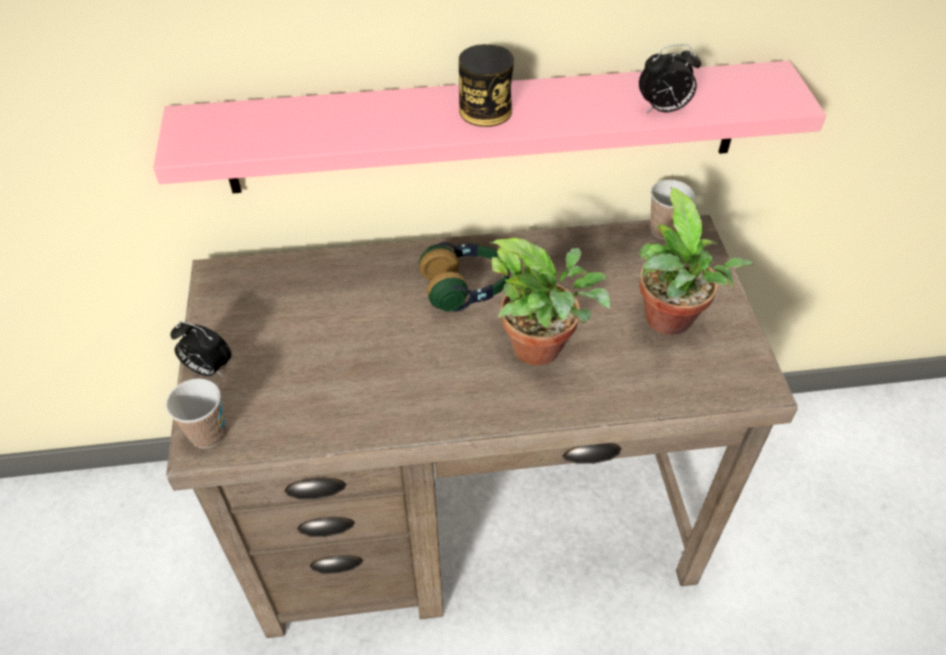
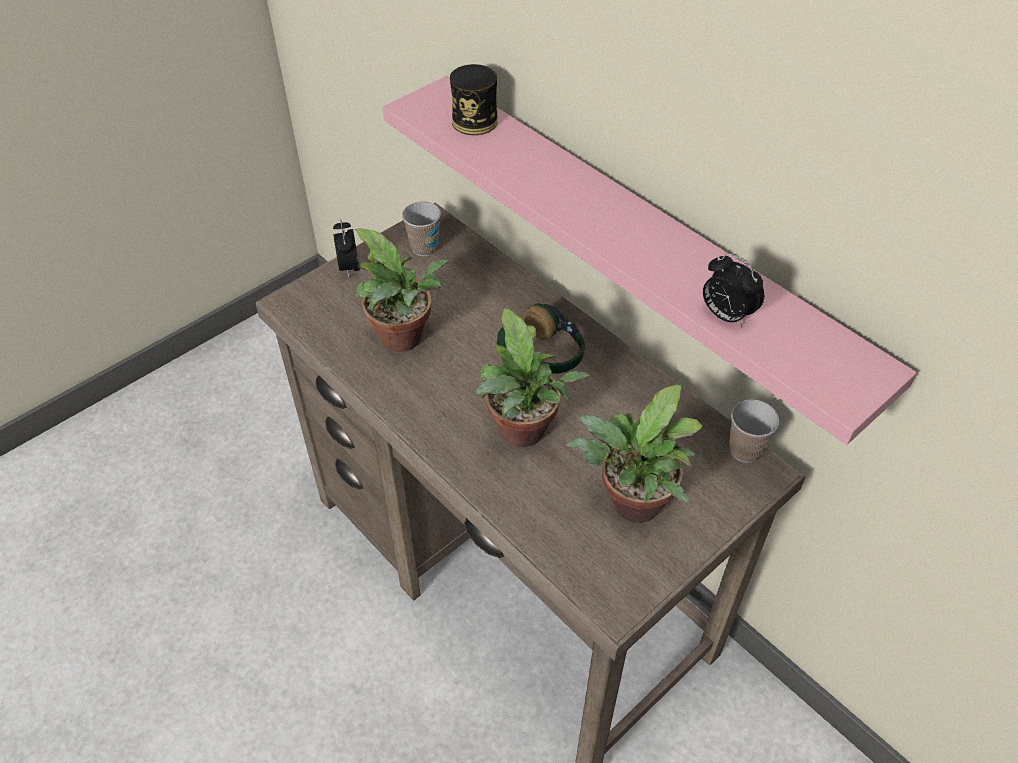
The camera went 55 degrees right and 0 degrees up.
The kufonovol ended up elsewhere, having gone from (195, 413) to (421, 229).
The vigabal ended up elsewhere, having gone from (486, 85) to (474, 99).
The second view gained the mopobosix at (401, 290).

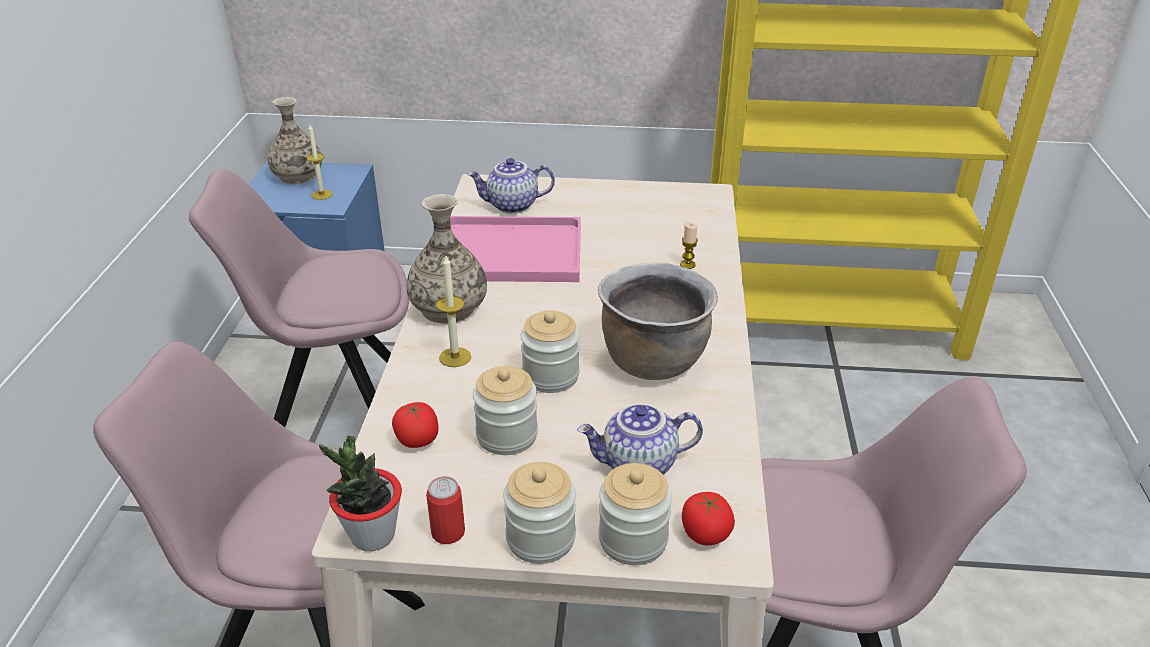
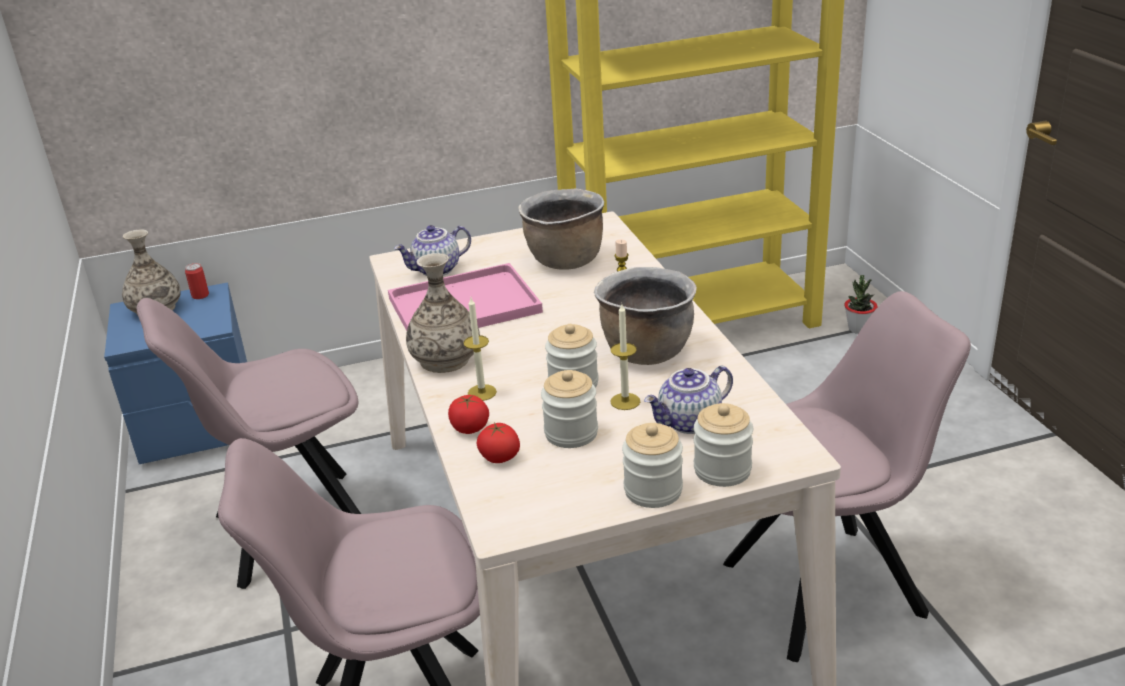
The camera went 20 degrees left and 5 degrees down.
The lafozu ended up elsewhere, having gone from (319, 162) to (625, 357).
The mopobosix ended up elsewhere, having gone from (360, 493) to (861, 304).
The vigabal ended up elsewhere, having gone from (445, 510) to (197, 281).
The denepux ended up elsewhere, having gone from (708, 518) to (468, 414).
The second view gained the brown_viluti at (561, 229).

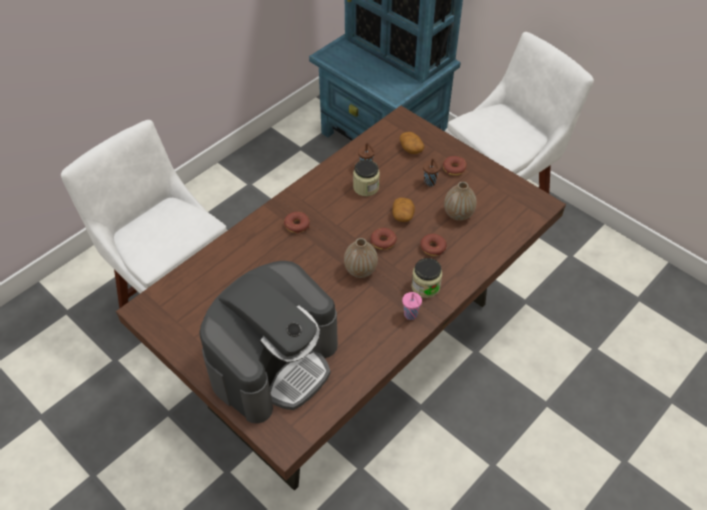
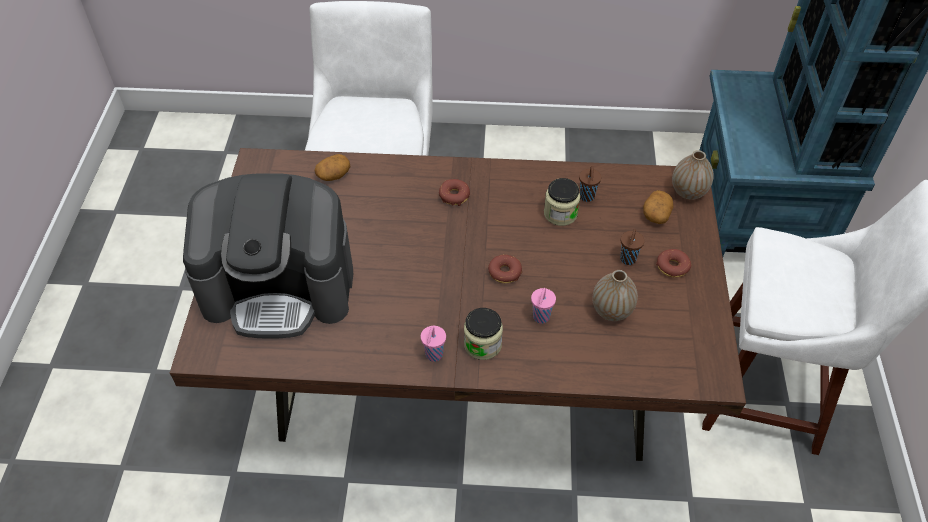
The camera went 50 degrees right and 0 degrees up.
The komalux ended up elsewhere, having gone from (361, 258) to (693, 175).
The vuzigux ended up elsewhere, having gone from (403, 210) to (332, 167).
Where the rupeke stood at (433, 245), the pink_kufonovol came to stand at (543, 306).

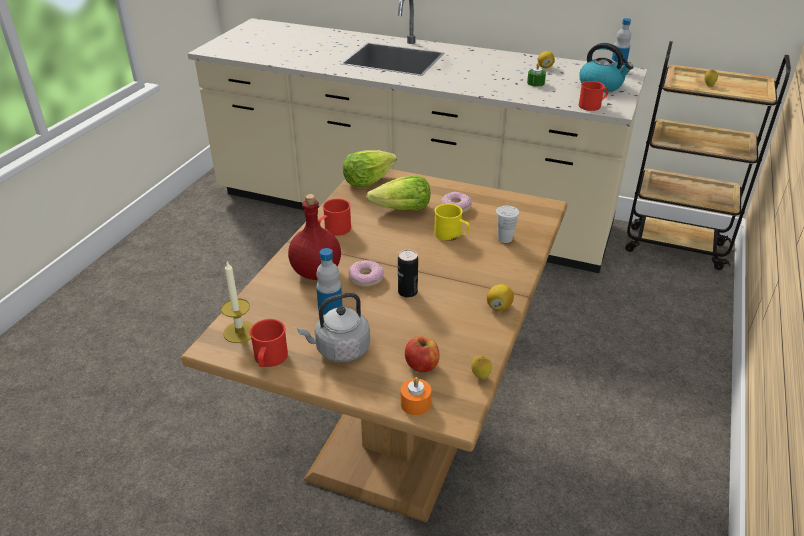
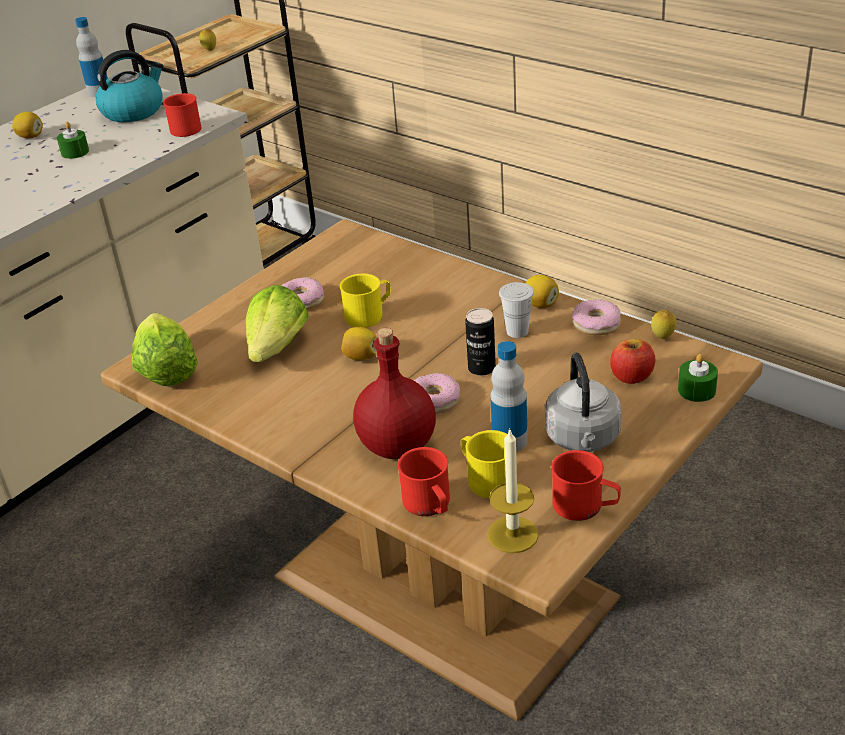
The camera went 70 degrees left and 0 degrees up.
The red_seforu ended up elsewhere, having gone from (334, 217) to (424, 481).
What was the orange_lafozu at (416, 396) turned into the green_lafozu at (698, 378).
The white_kufonovol ended up elsewhere, having gone from (508, 224) to (516, 310).
The second view gained the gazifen at (359, 343).
The second view gained the yellow_seforu at (484, 464).
The second view gained the rupeke at (596, 317).

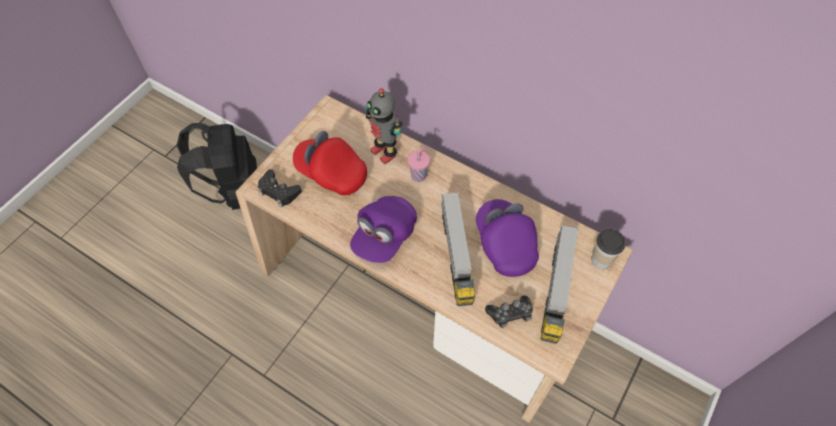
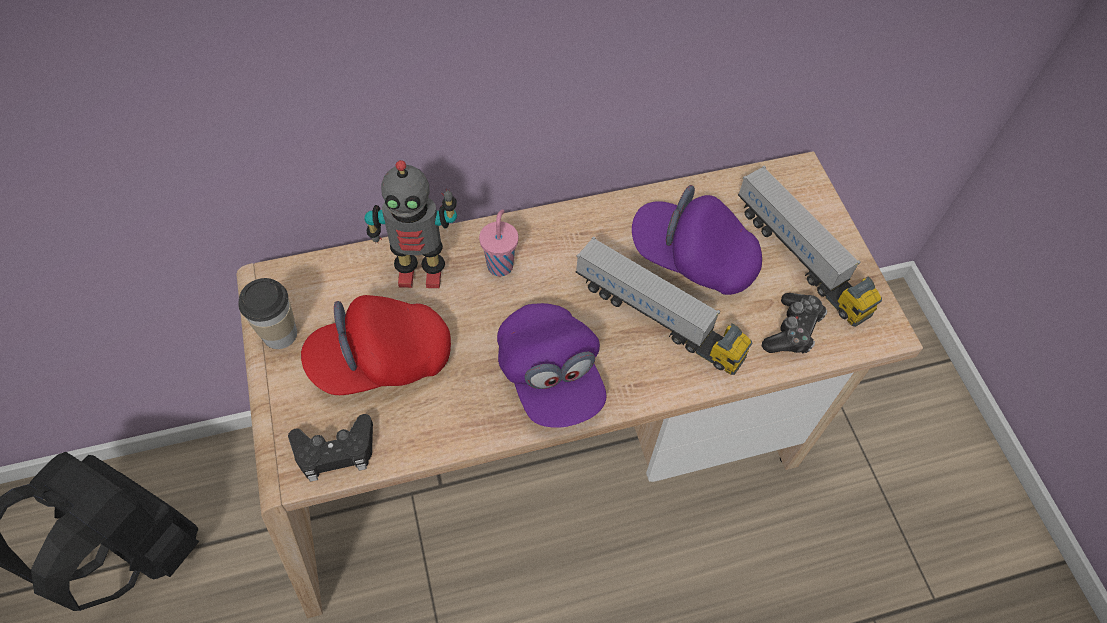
The camera went 50 degrees left and 0 degrees up.
The kufonovol ended up elsewhere, having gone from (608, 249) to (267, 313).

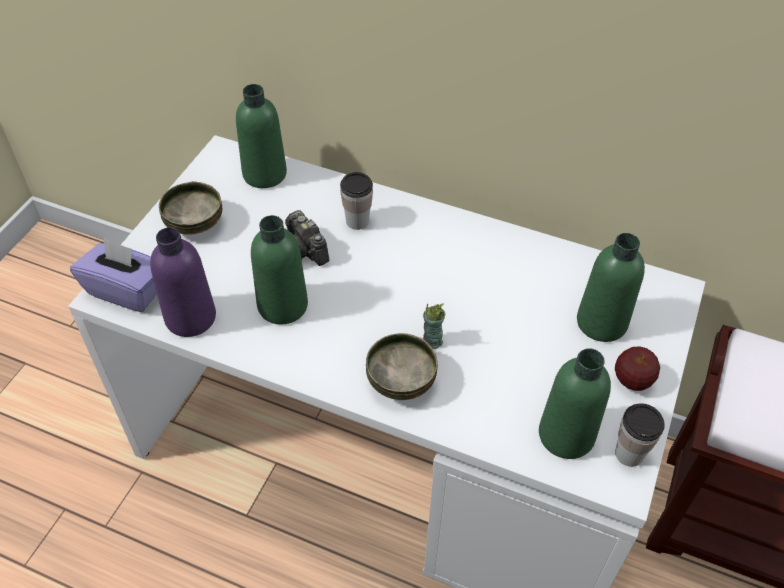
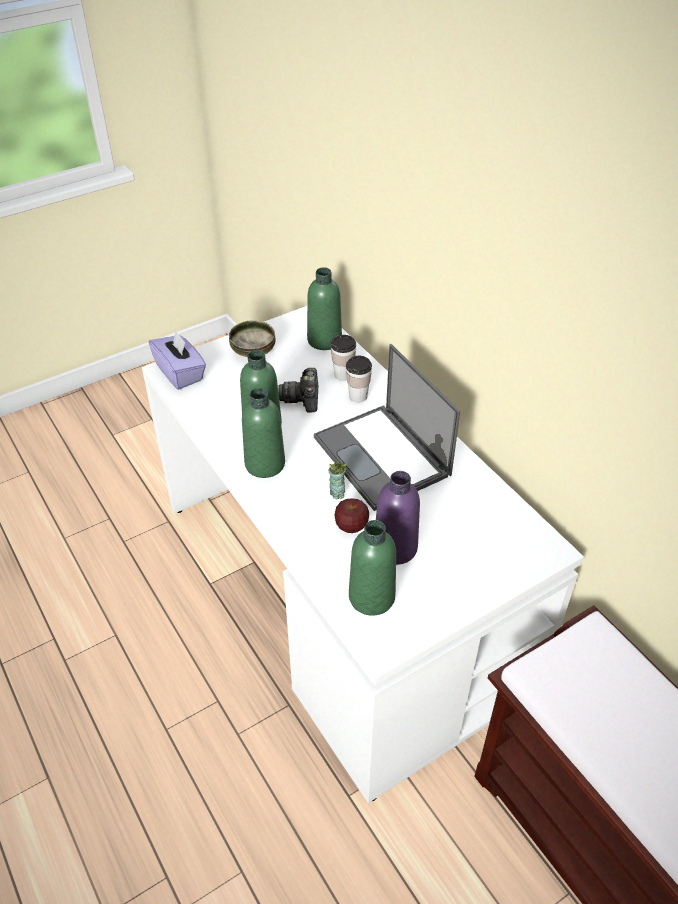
The camera went 35 degrees right and 5 degrees down.
The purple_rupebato ended up elsewhere, having gone from (183, 282) to (398, 518).
The second view lost the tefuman at (402, 366).
The green_rupebato ended up elsewhere, having gone from (611, 287) to (263, 433).
The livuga ended up elsewhere, having gone from (637, 368) to (351, 515).
The kufonovol ended up elsewhere, having gone from (640, 435) to (343, 358).
The second view gained the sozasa at (387, 427).

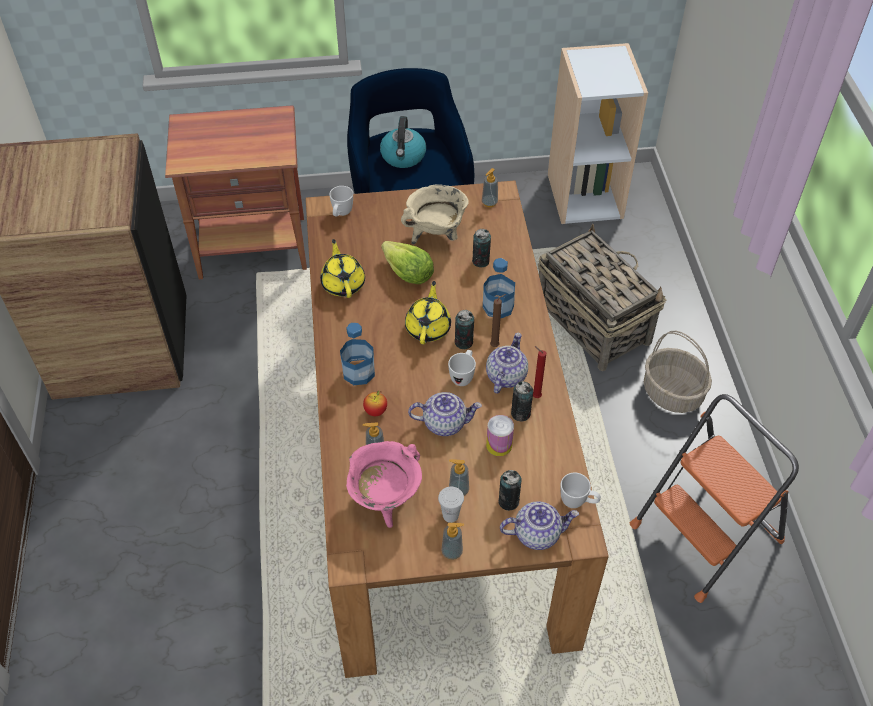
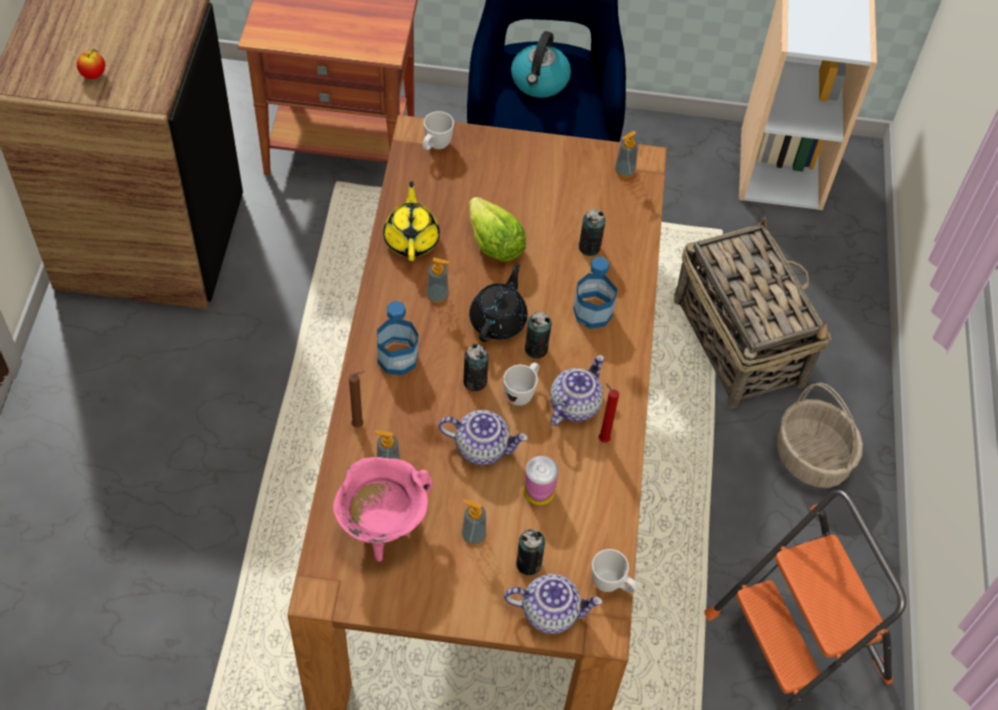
The camera went 10 degrees right and 5 degrees up.
The livuga ended up elsewhere, having gone from (375, 403) to (91, 64).
The second view lost the beige_viluti at (435, 215).
What was the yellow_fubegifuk at (428, 313) turned into the black_fubegifuk at (498, 303).
The second view lost the white_kufonovol at (451, 505).
The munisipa ended up elsewhere, having gone from (452, 541) to (438, 280).
The brown_lafozu ended up elsewhere, having gone from (498, 320) to (357, 399).
The vigabal ended up elsewhere, having gone from (522, 401) to (476, 367).

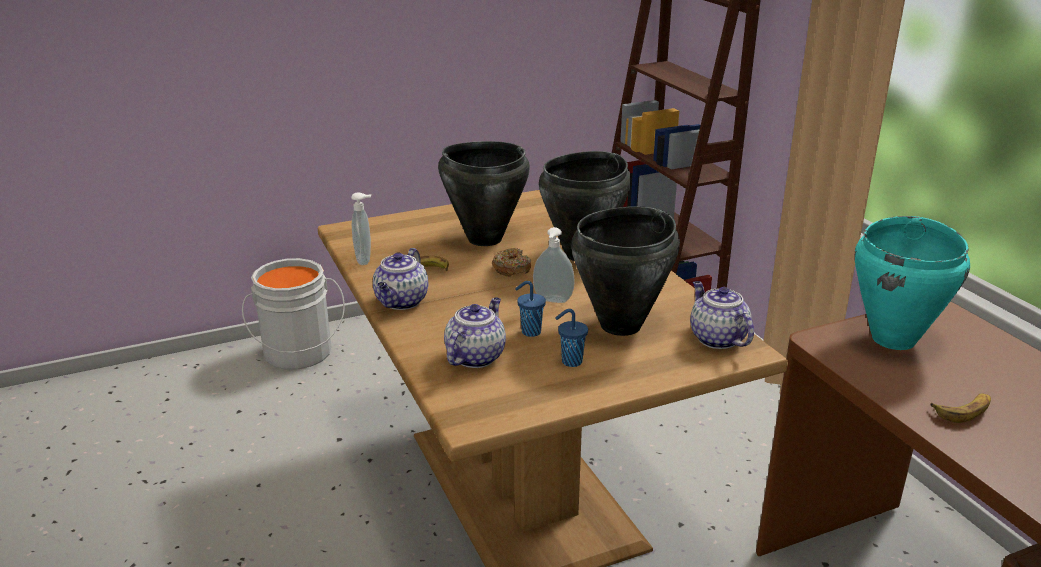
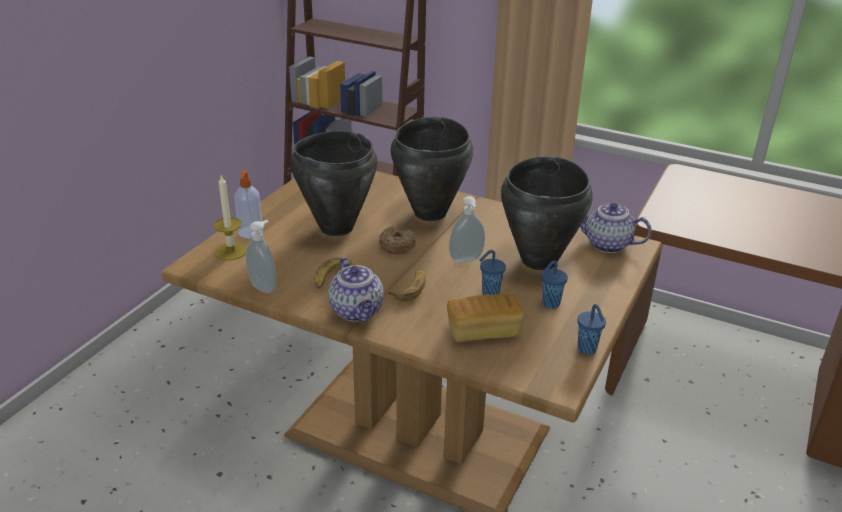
The camera went 40 degrees left and 5 degrees up.
The second view lost the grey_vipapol at (293, 314).
Where the fubegifuk stood at (475, 332), the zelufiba came to stand at (485, 317).
The second view lost the turquoise_viluti at (912, 283).
The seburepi ended up elsewhere, having gone from (960, 408) to (407, 285).
The second view gained the lafozu at (230, 217).
The second view gained the munisipa at (248, 204).
The second view gained the blue_kufonovol at (591, 329).

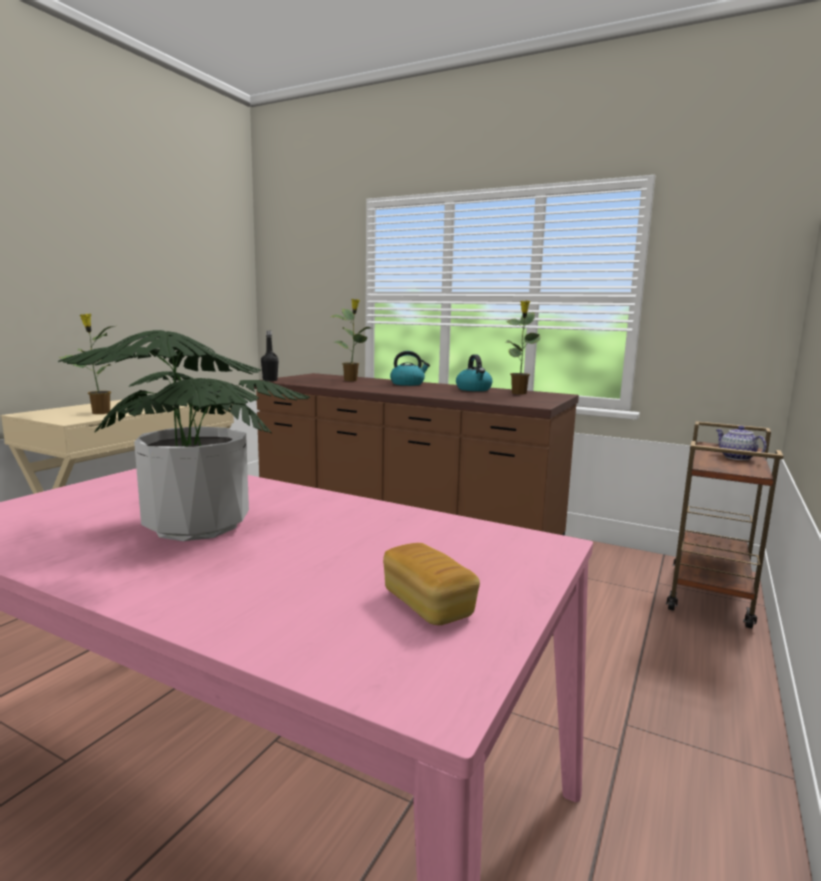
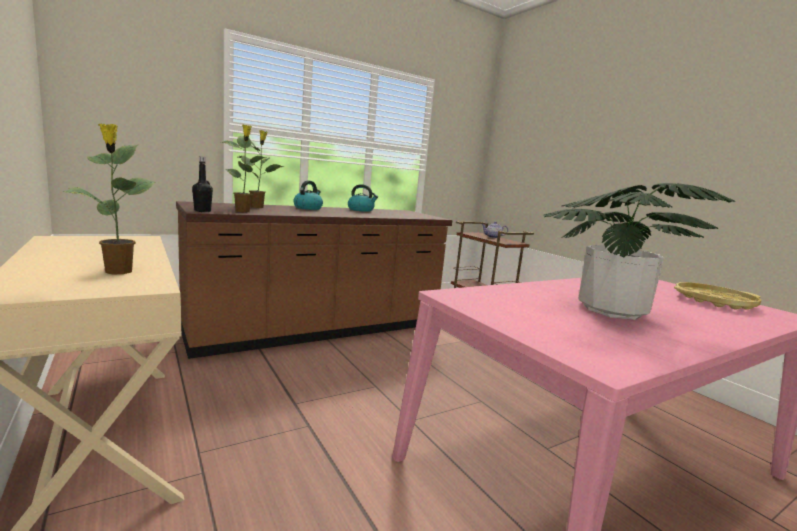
The camera went 60 degrees left and 0 degrees up.
Where the zelufiba stood at (431, 584), the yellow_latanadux came to stand at (717, 296).
The mopobosix ended up elsewhere, having gone from (523, 347) to (243, 168).

